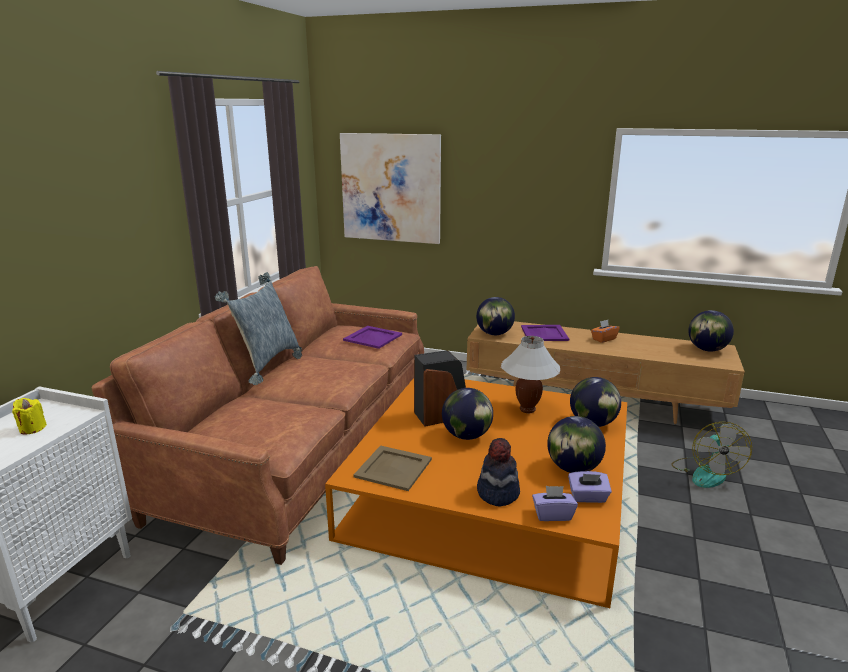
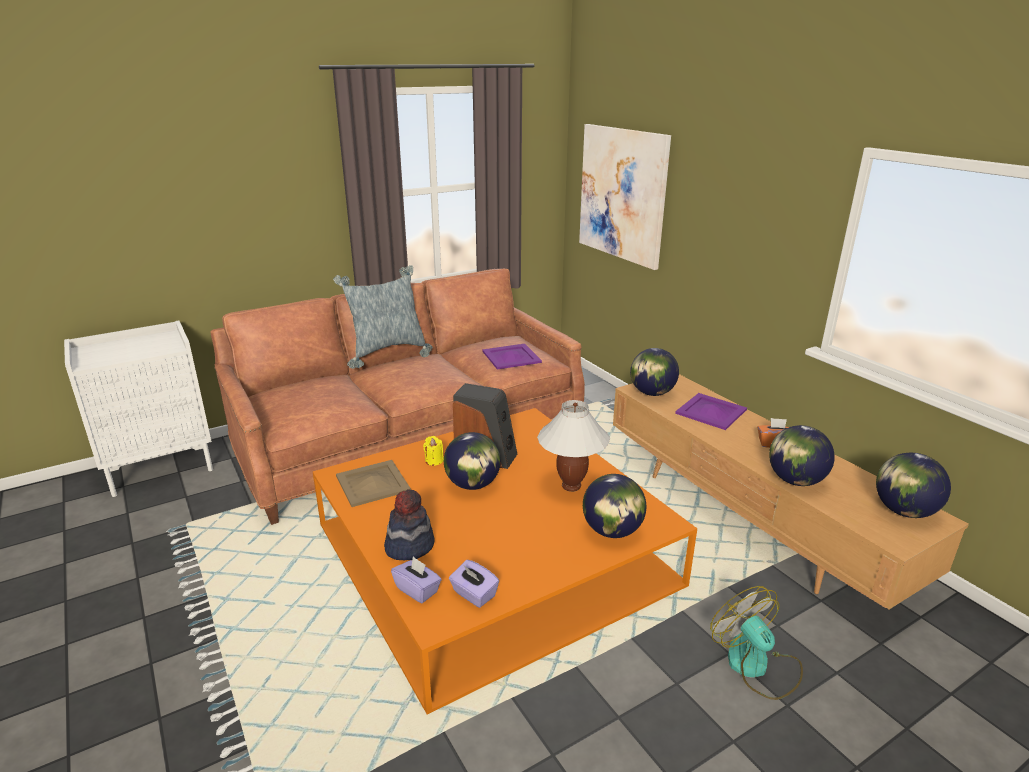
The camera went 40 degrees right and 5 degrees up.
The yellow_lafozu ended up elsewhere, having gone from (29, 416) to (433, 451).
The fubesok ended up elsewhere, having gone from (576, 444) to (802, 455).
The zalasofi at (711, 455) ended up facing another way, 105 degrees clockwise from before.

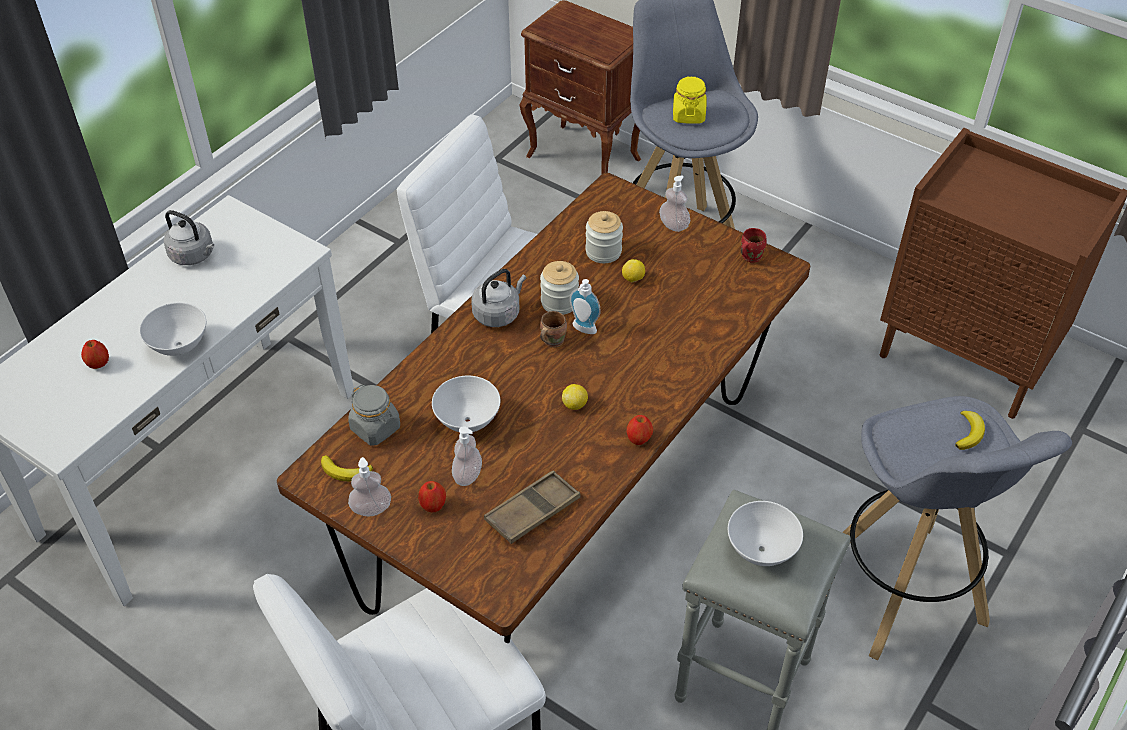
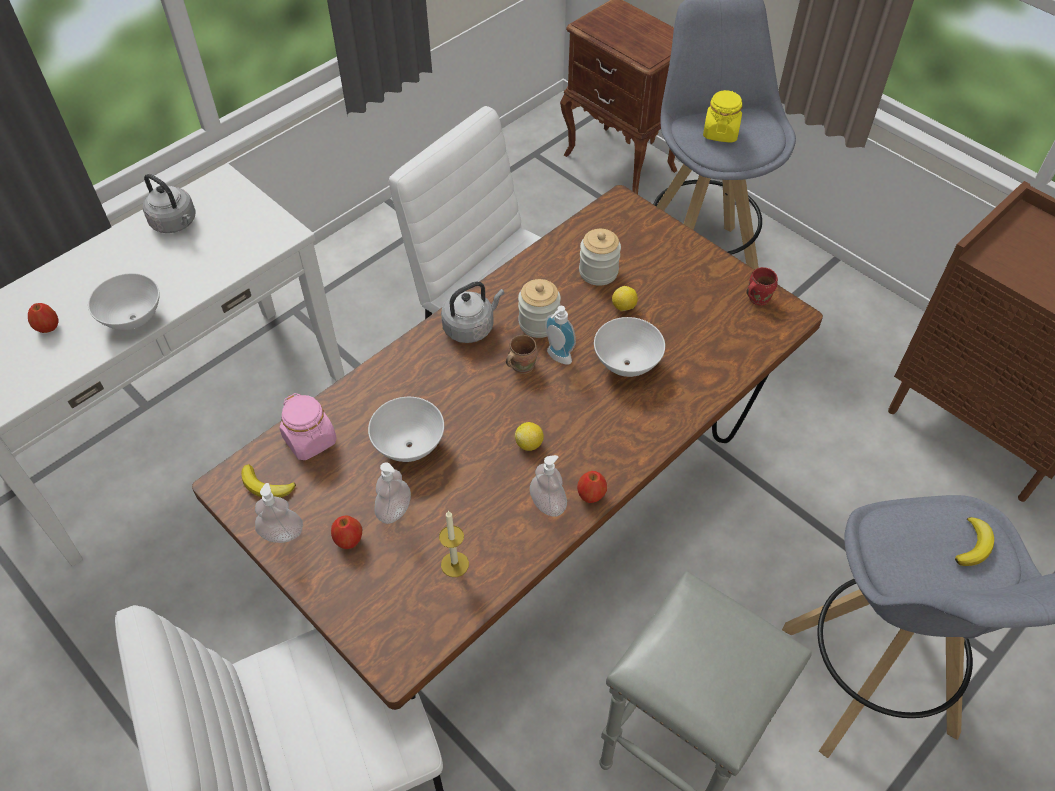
The camera went 10 degrees right and 5 degrees up.
What was the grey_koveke at (374, 414) turned into the pink_koveke at (308, 426).
Where the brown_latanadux stood at (532, 507), the lafozu came to stand at (454, 544).
The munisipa ended up elsewhere, having gone from (674, 204) to (548, 486).
The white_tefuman ended up elsewhere, having gone from (765, 533) to (629, 347).

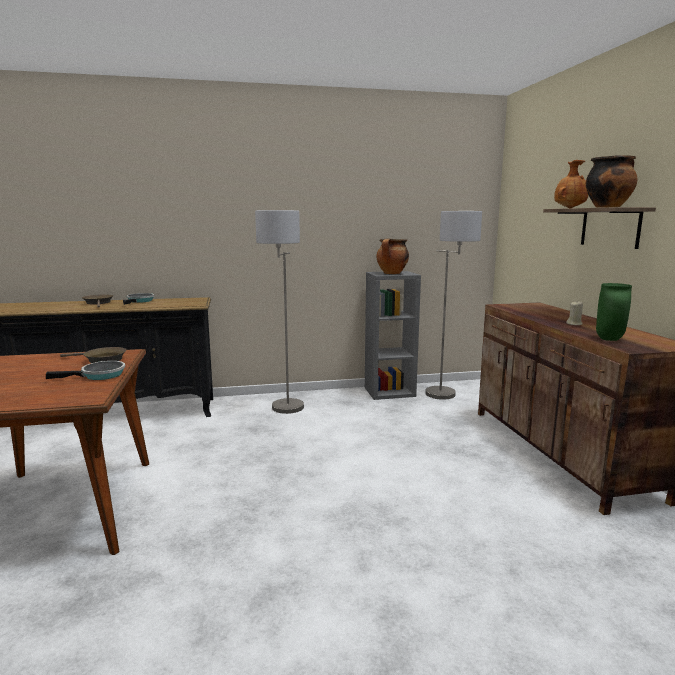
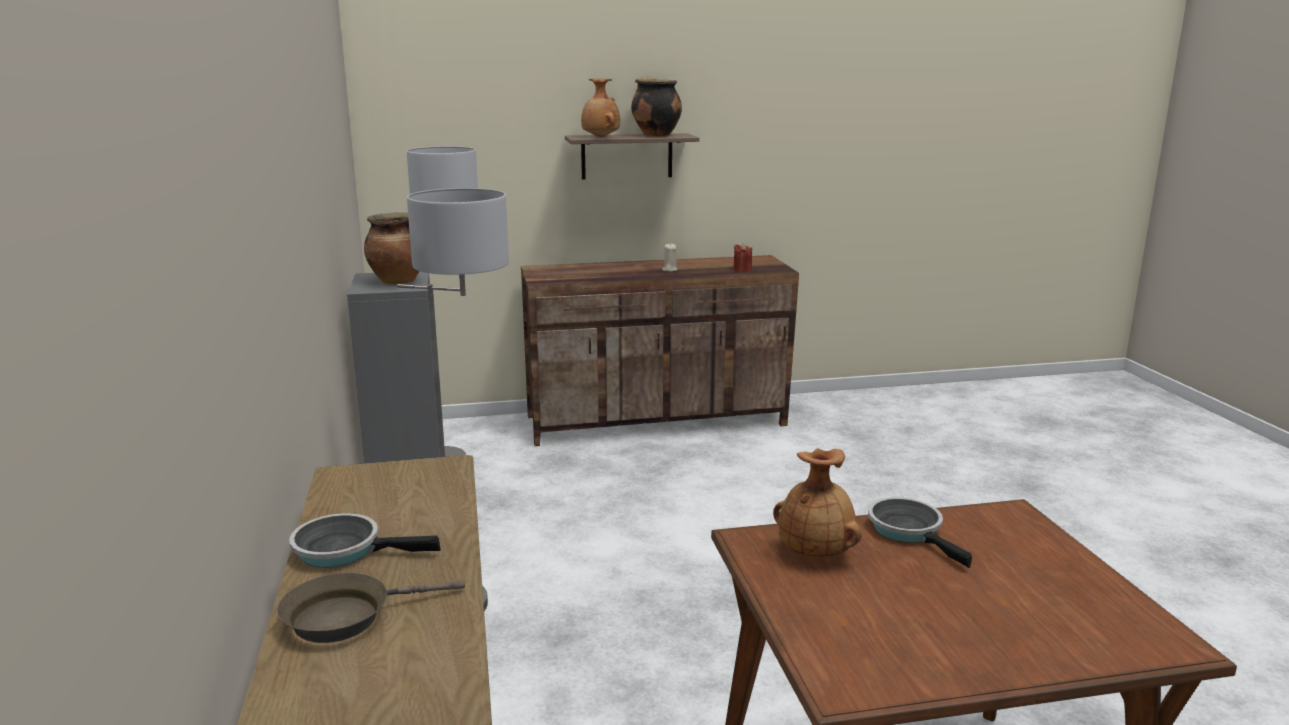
The camera went 90 degrees left and 5 degrees up.
Where the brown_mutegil stood at (93, 355), the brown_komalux came to stand at (817, 503).
Where the green_komalux stood at (614, 312), the red_lafozu came to stand at (742, 257).

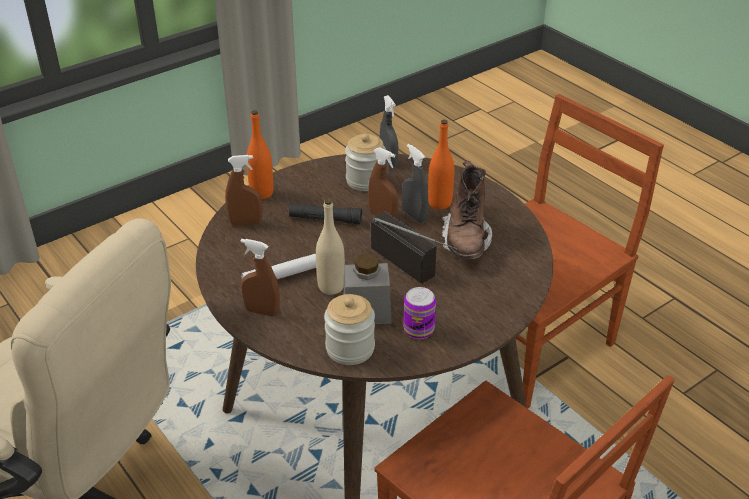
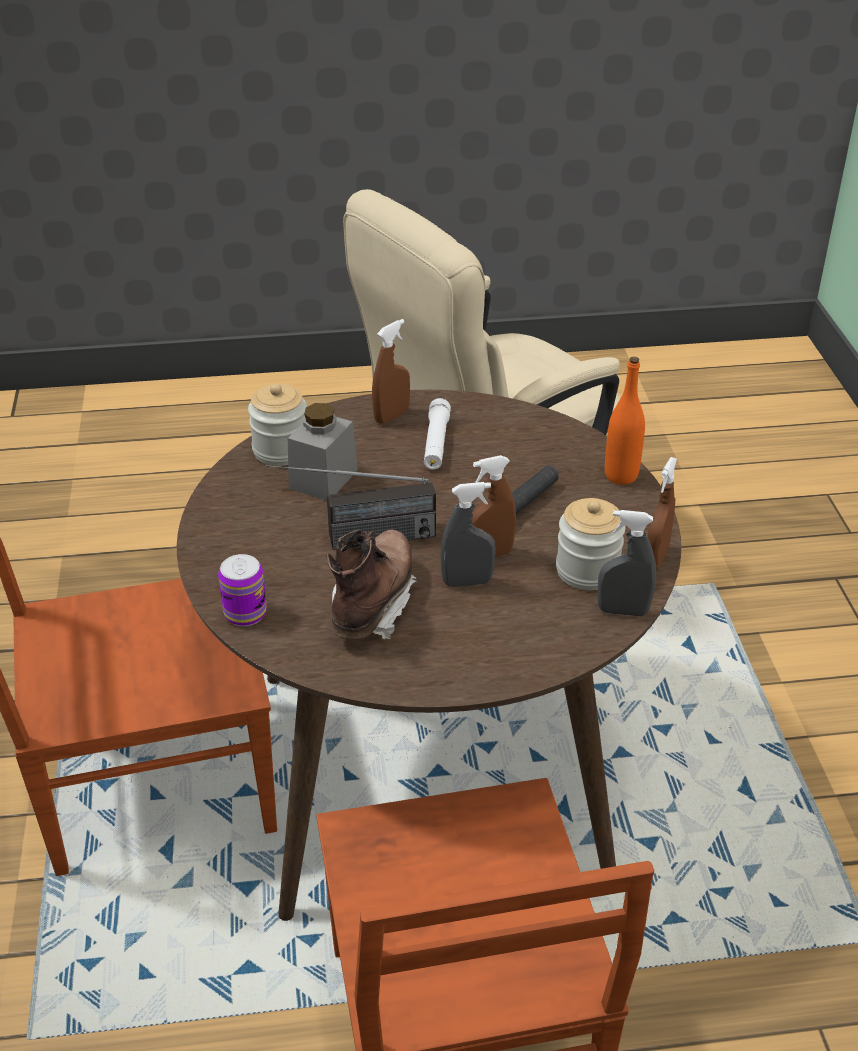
The camera went 120 degrees right and 0 degrees up.
The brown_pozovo ended up elsewhere, having gone from (243, 190) to (662, 513).
The second view lost the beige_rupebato at (330, 247).
The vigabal ended up elsewhere, having gone from (419, 313) to (242, 590).
The second view lost the orange_rupebato at (441, 164).
The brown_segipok at (467, 209) ended up facing another way, 75 degrees clockwise from before.

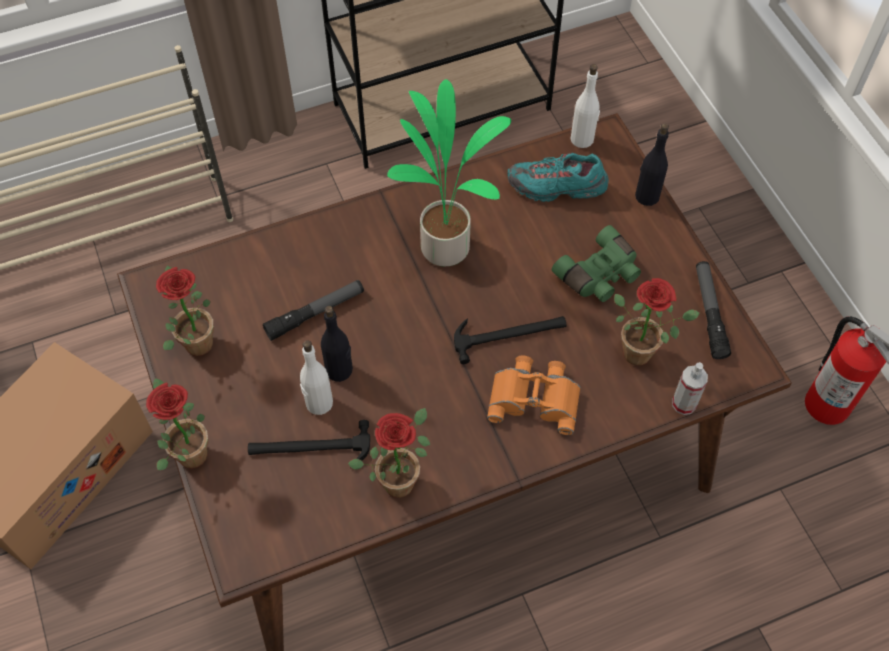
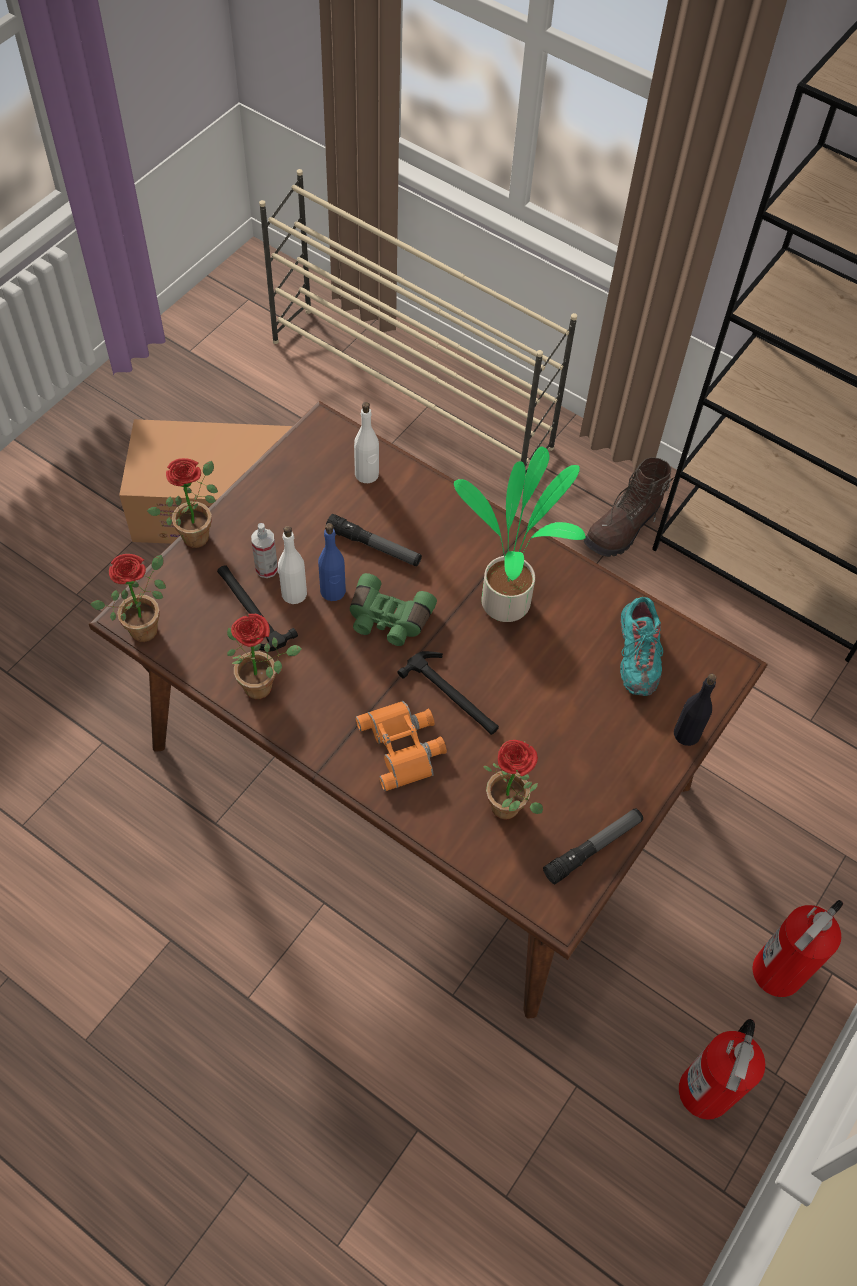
The camera went 55 degrees right and 0 degrees up.
The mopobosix ended up elsewhere, having gone from (185, 311) to (128, 598).
What was the black_rupebato at (337, 344) turned into the blue_rupebato at (332, 562).
The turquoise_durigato at (558, 177) ended up facing another way, 150 degrees counterclockwise from before.
The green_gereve ended up elsewhere, having gone from (596, 263) to (393, 609).
The white_rupebato ended up elsewhere, having gone from (585, 106) to (366, 442).
The pozovo ended up elsewhere, having gone from (690, 388) to (264, 550).
The second view gained the brown_segipok at (629, 507).
The second view gained the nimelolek at (798, 948).

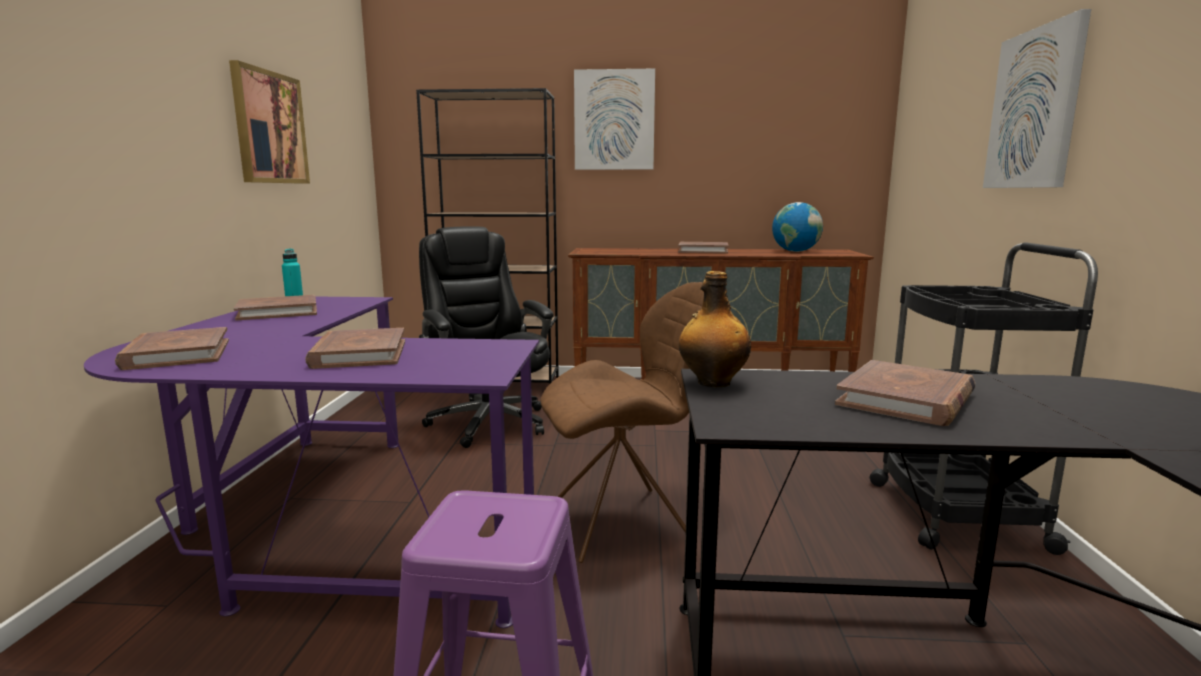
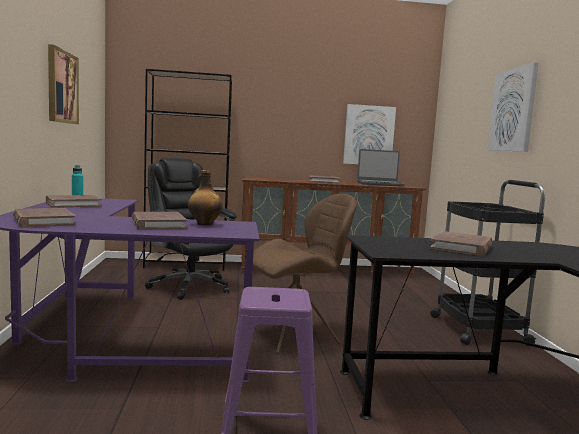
The camera went 10 degrees left and 5 degrees down.
The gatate ended up elsewhere, having gone from (614, 119) to (369, 134).
The rupebato ended up elsewhere, having gone from (715, 329) to (205, 198).
Where the fubesok stood at (797, 227), the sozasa came to stand at (380, 168).

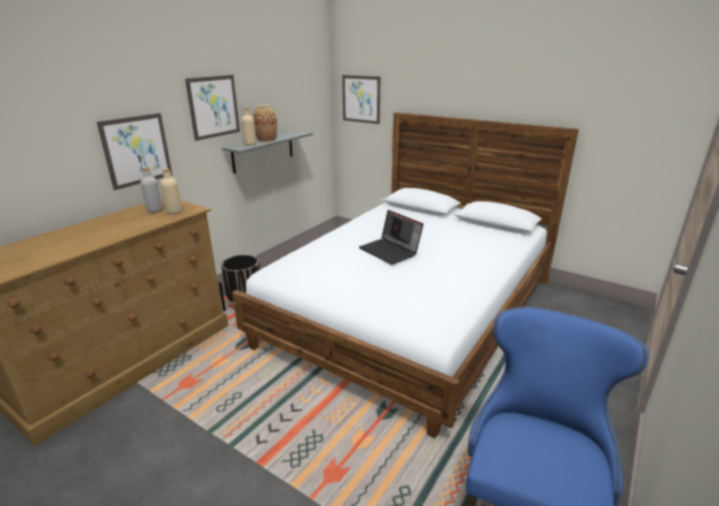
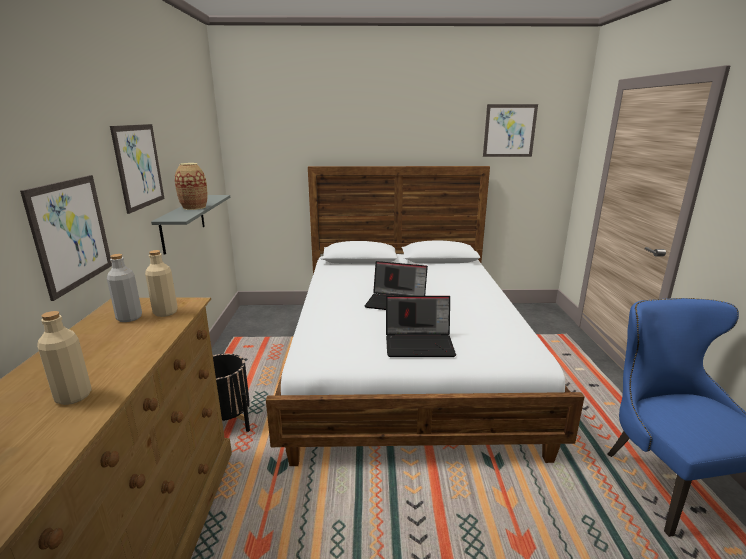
The camera went 35 degrees left and 5 degrees down.
The beige_rupebato ended up elsewhere, having gone from (248, 127) to (64, 358).
The gatate ended up elsewhere, having gone from (361, 99) to (510, 130).
The second view gained the sozasa at (421, 326).

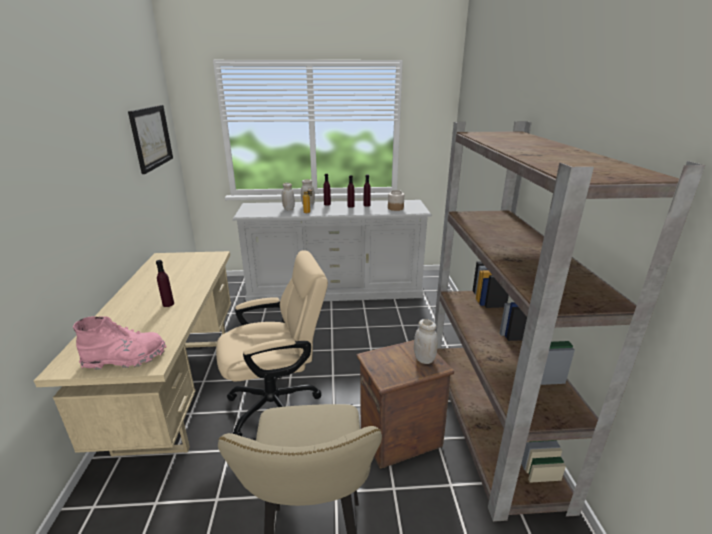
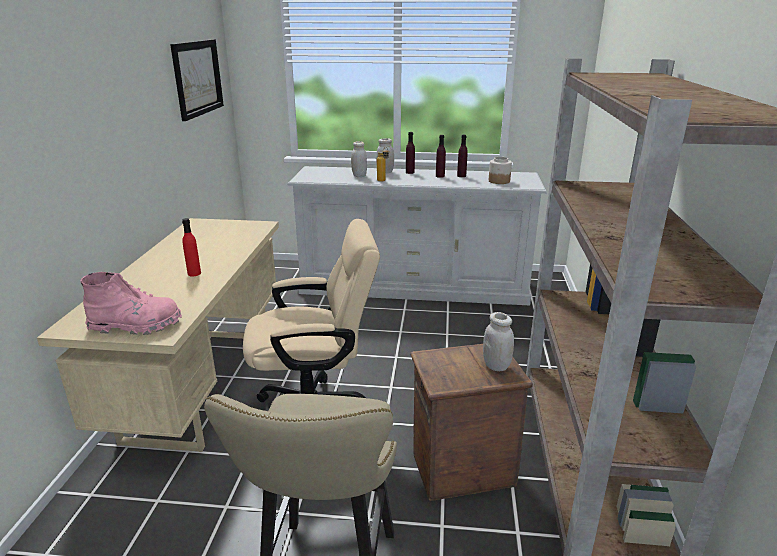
The camera went 10 degrees right and 0 degrees up.
What was the purple_rupebato at (165, 283) turned into the red_rupebato at (191, 247).

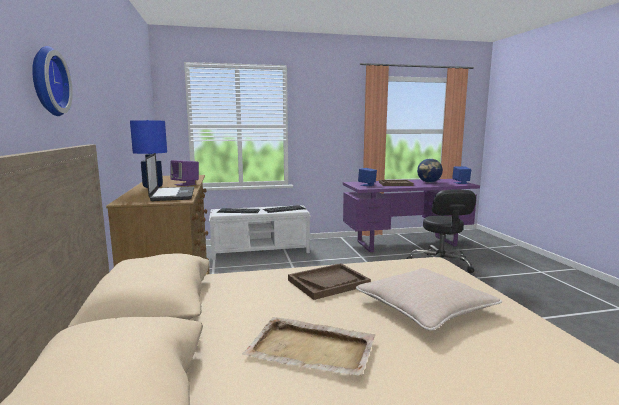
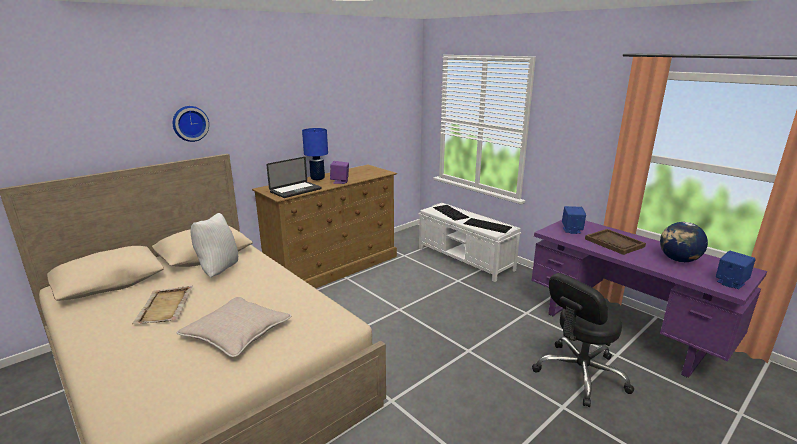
The camera went 60 degrees right and 10 degrees up.
The second view lost the brown_latanadux at (329, 281).
The second view gained the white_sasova at (214, 245).

